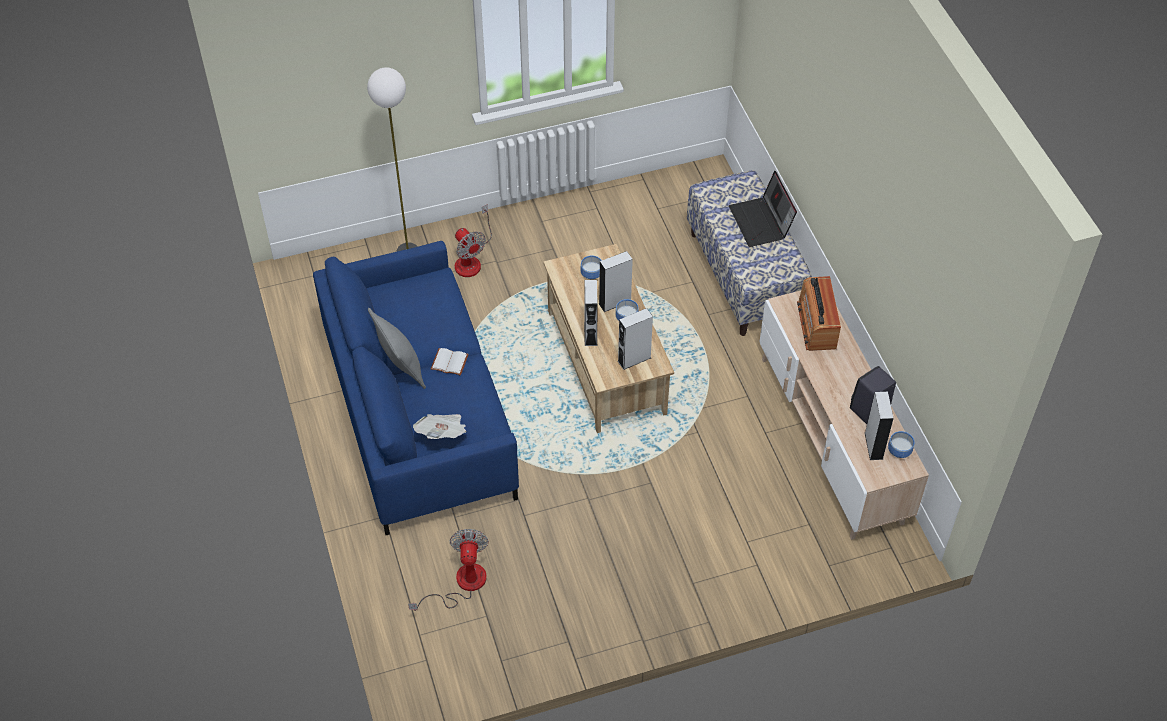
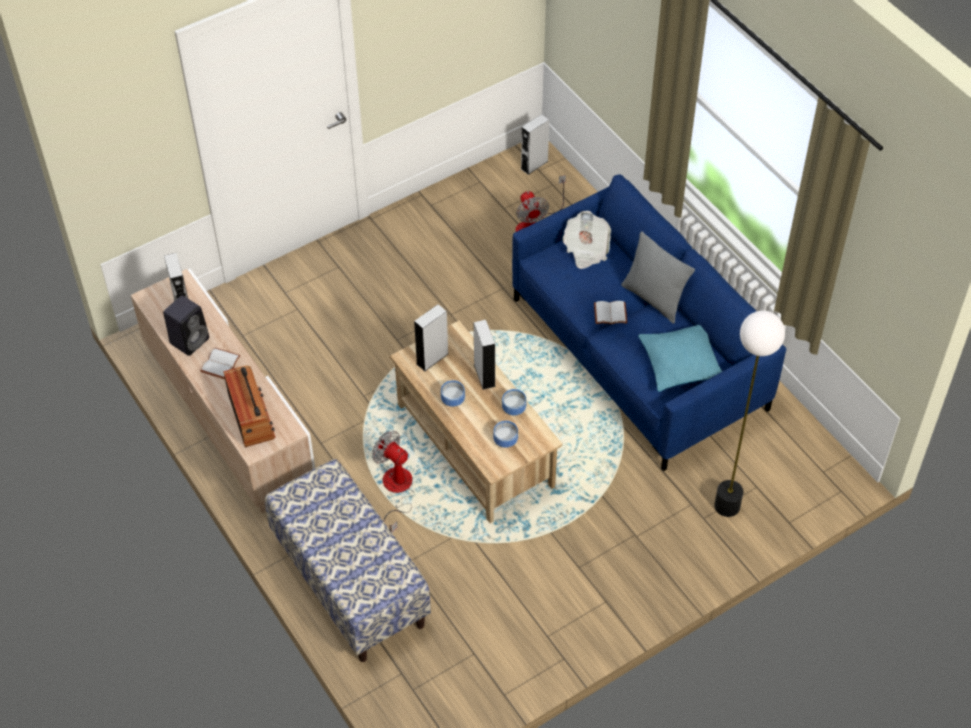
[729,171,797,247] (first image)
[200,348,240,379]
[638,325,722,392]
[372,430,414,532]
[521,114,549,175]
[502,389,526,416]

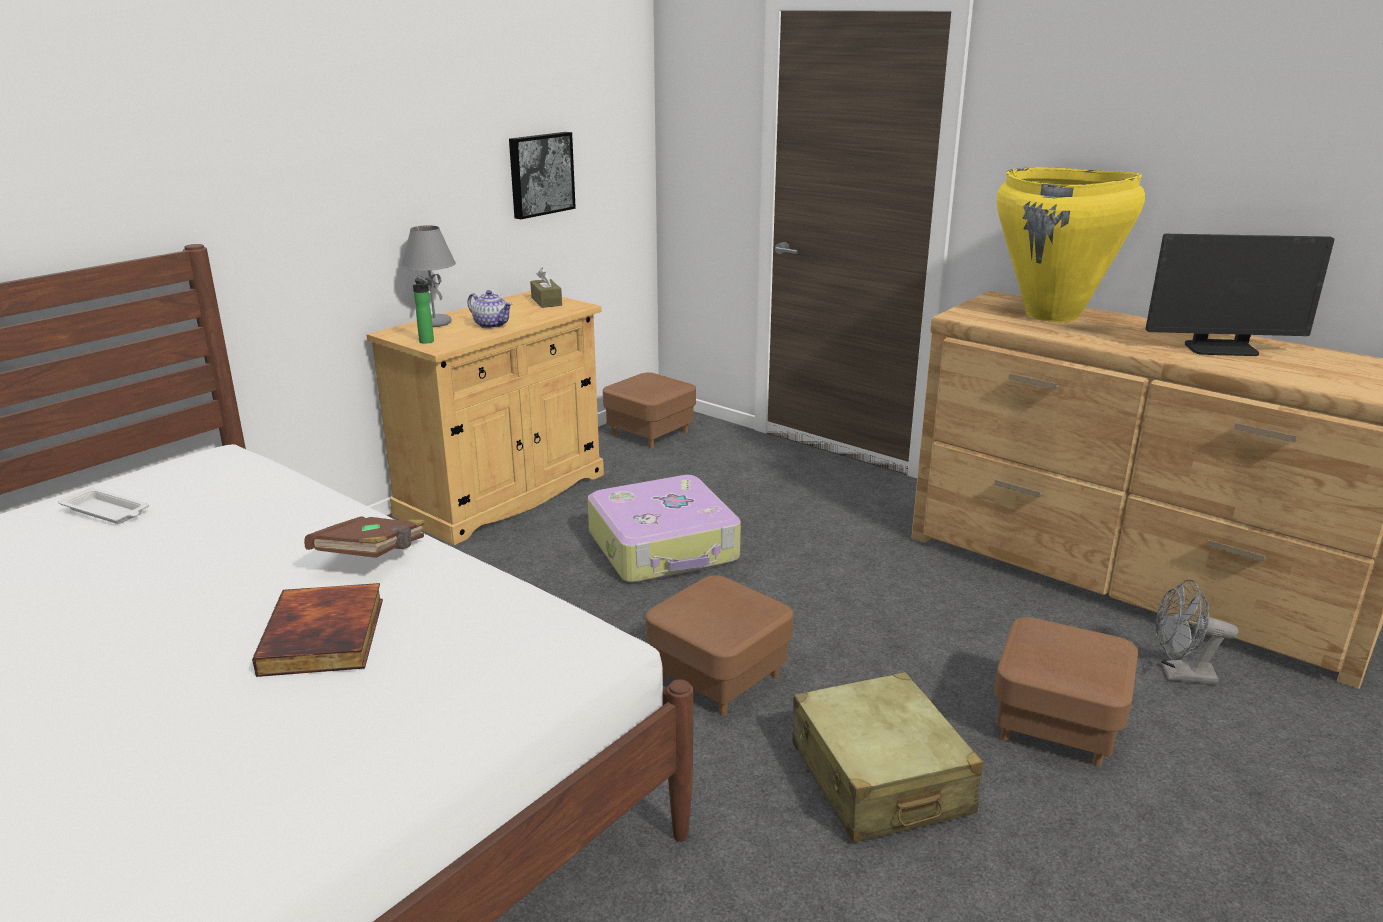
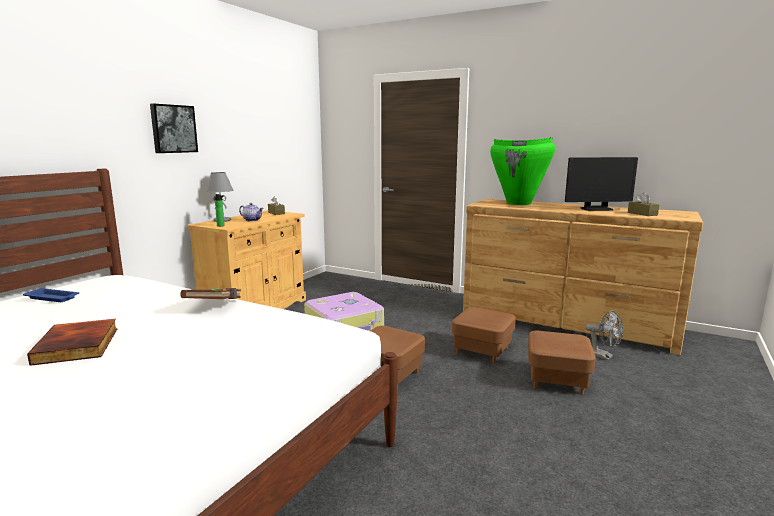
[793,672,983,842] (first image)
[628,193,659,216]
[27,319,117,366]
[150,103,198,153]
[452,307,516,363]
[23,288,79,302]
[490,137,555,205]
[585,310,623,360]

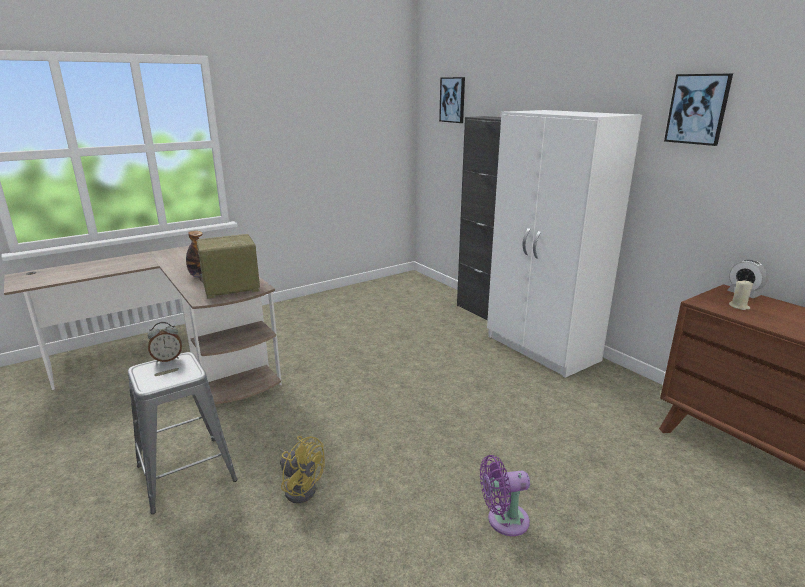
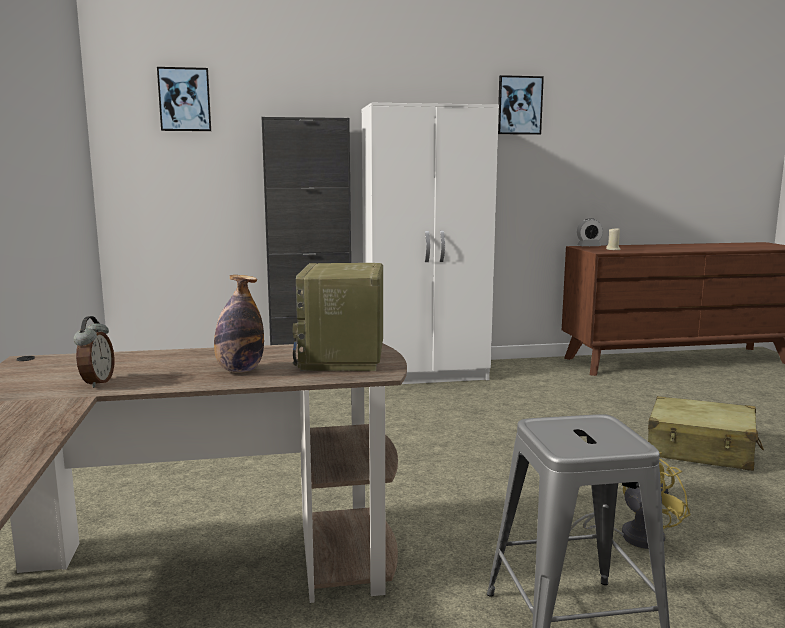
[74,316,115,388]
[648,396,764,471]

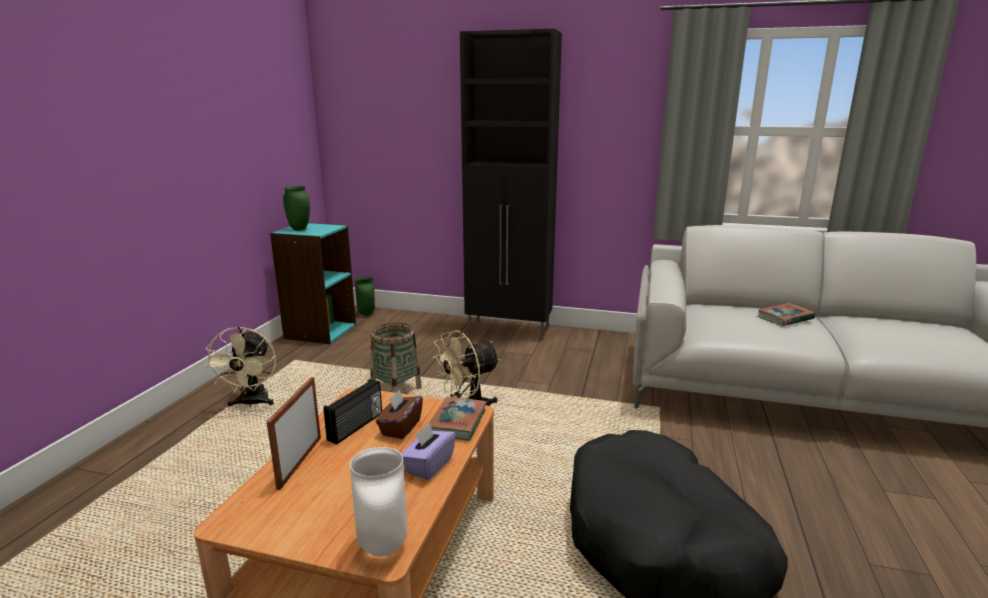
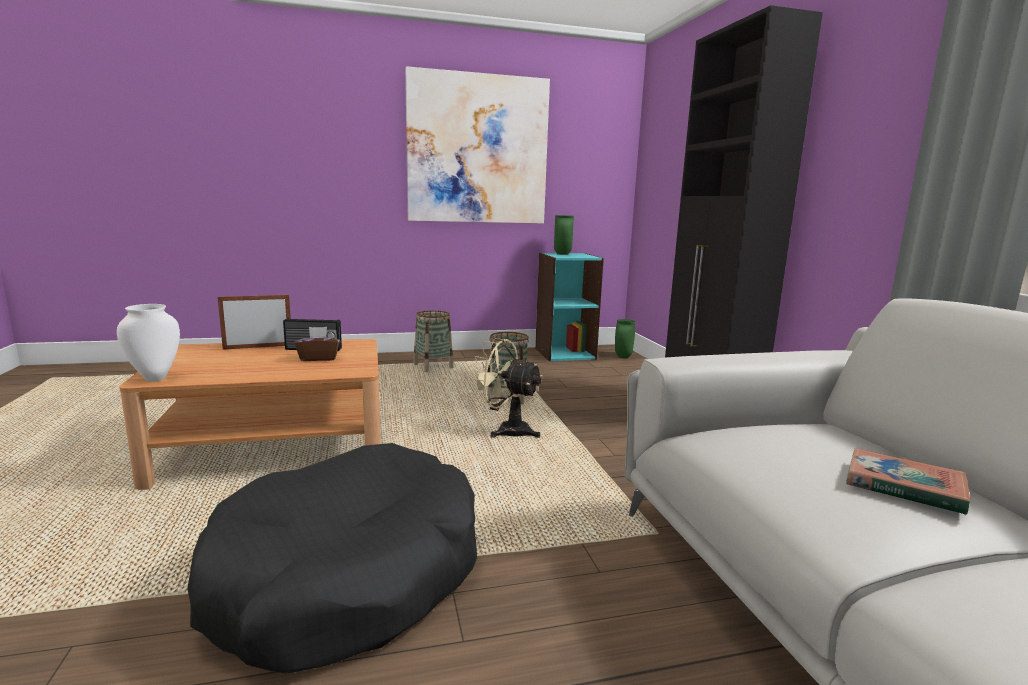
[401,423,456,480] (first image)
[430,397,487,441] (first image)
[405,66,550,224]
[414,310,453,372]

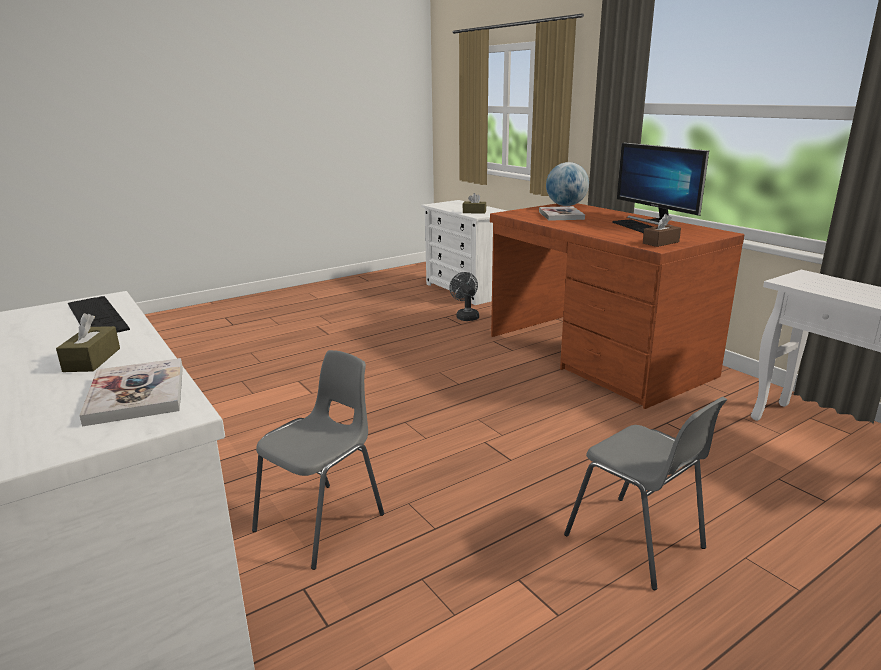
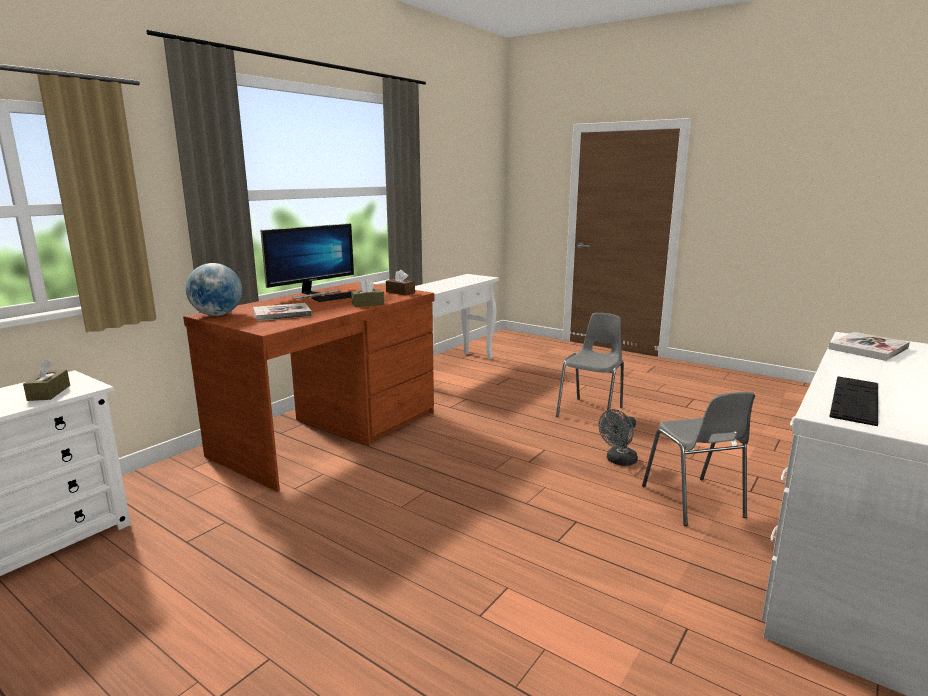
[351,279,384,307]
[599,409,638,466]
[642,392,755,526]

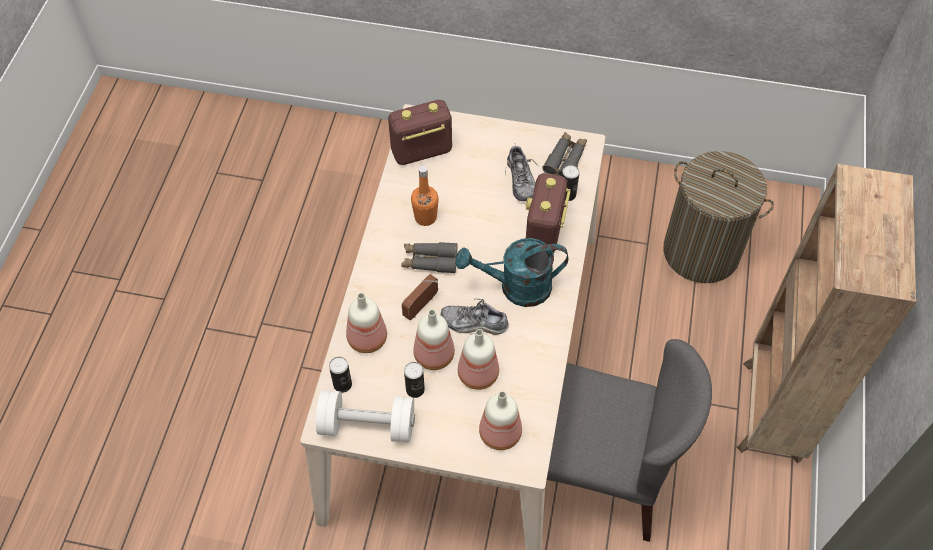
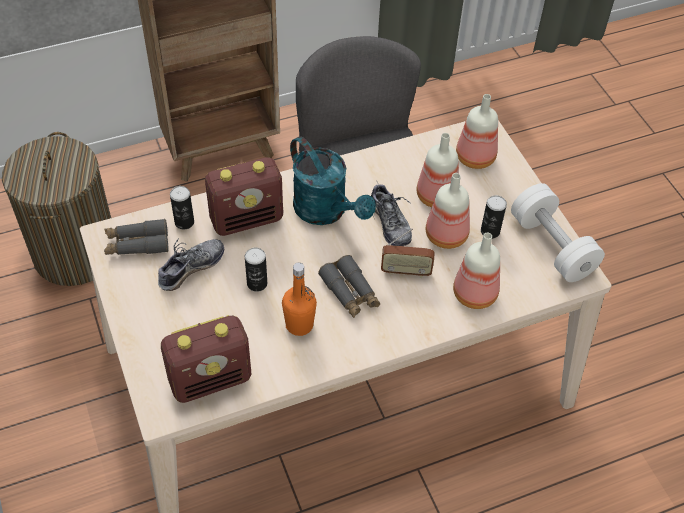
[245,247,267,292]
[161,315,251,403]

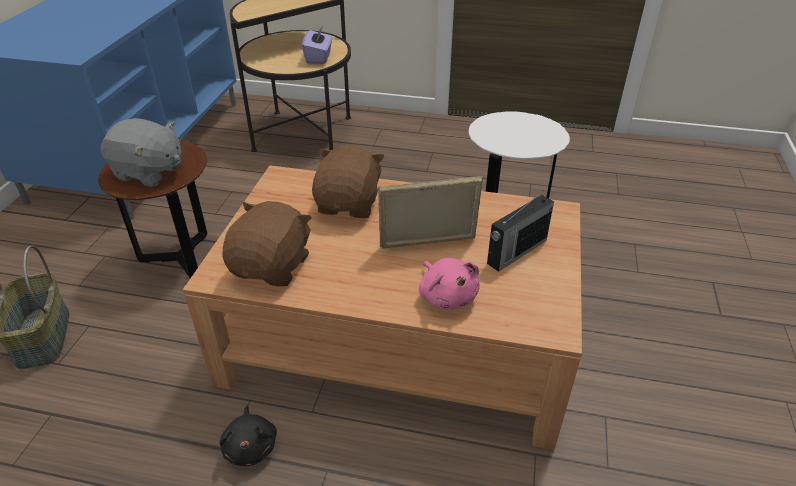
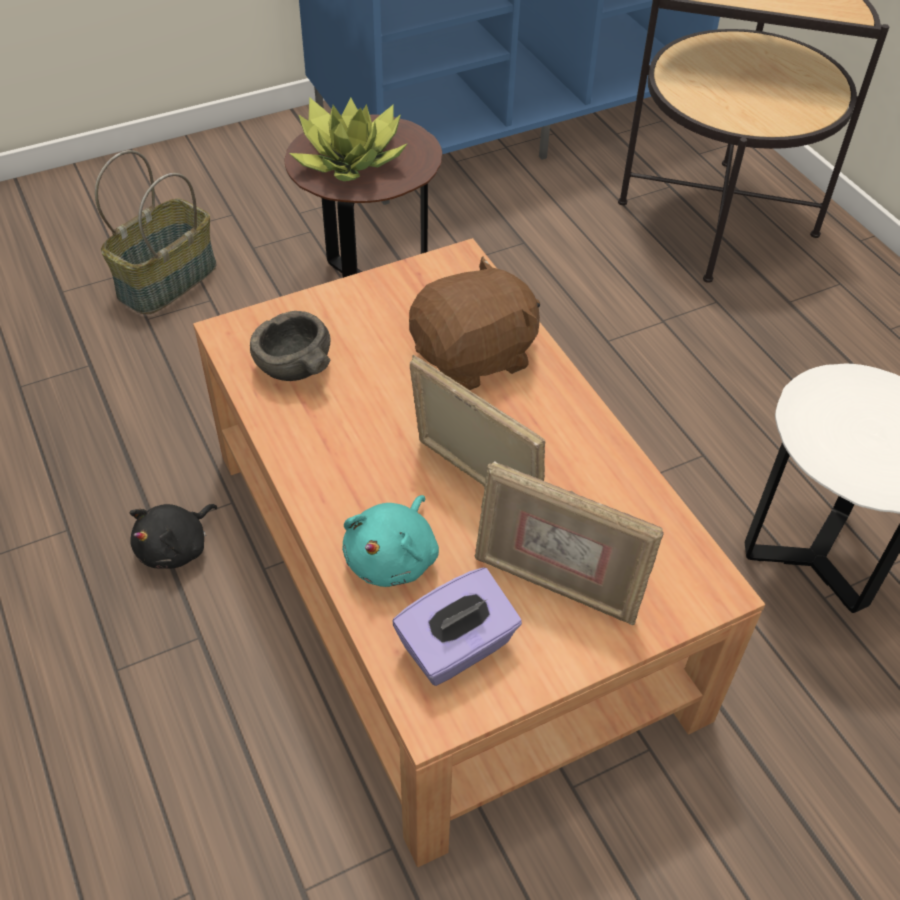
[393,567,522,686]
[289,97,408,181]
[250,311,330,381]
[475,461,664,625]
[342,495,439,587]

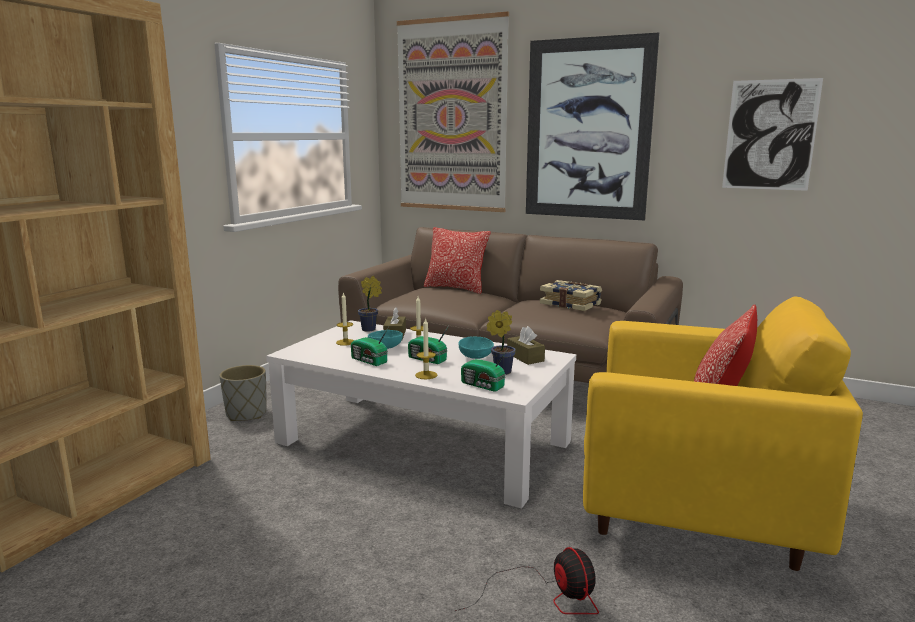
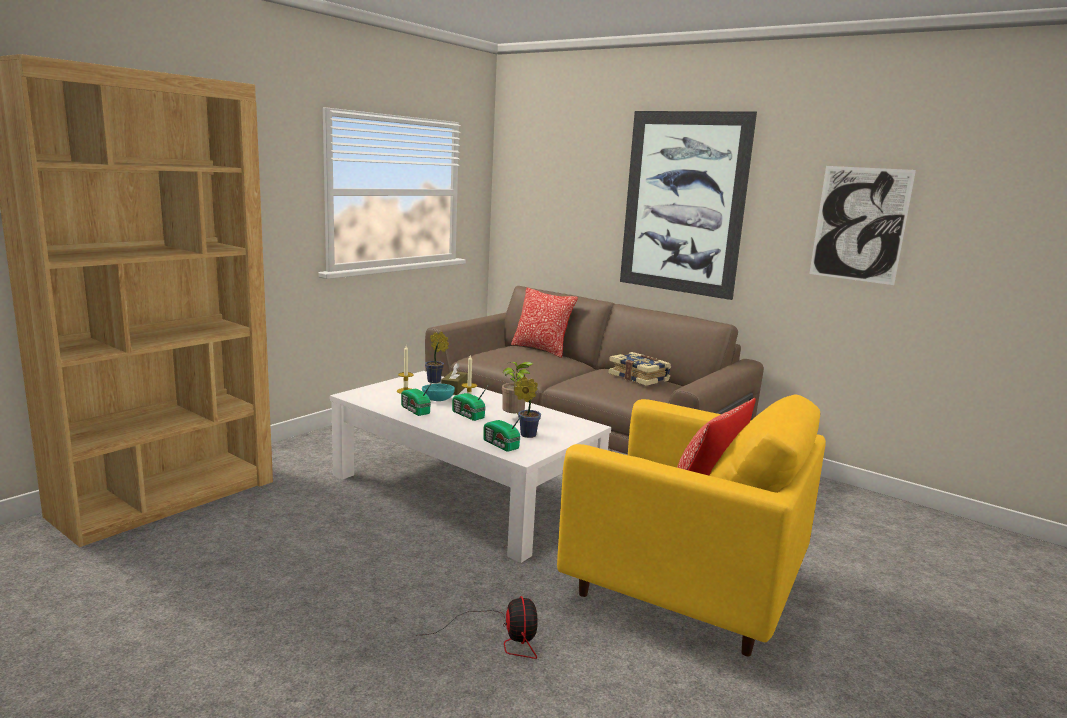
[220,365,267,421] (first image)
[397,11,509,212] (first image)
[415,318,437,379] (first image)
[507,326,545,365] (first image)
[502,362,533,415]

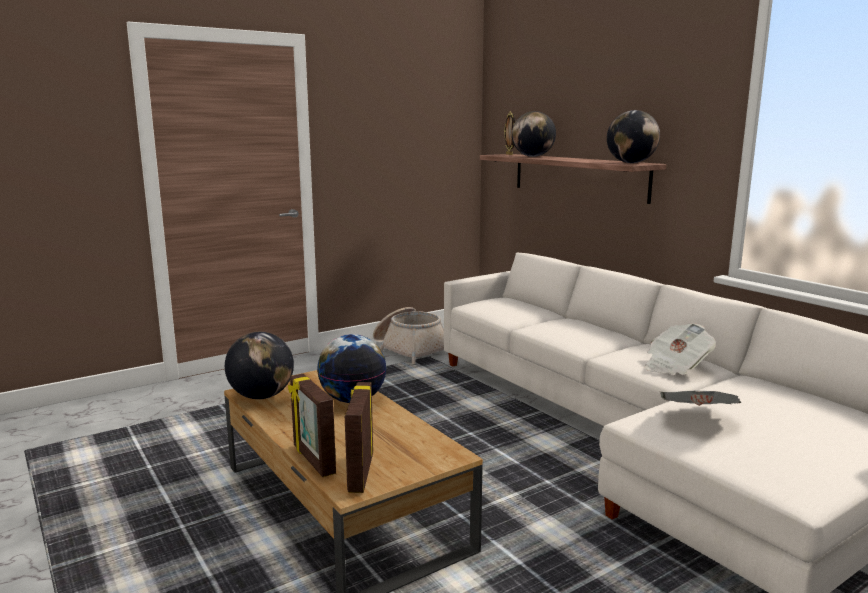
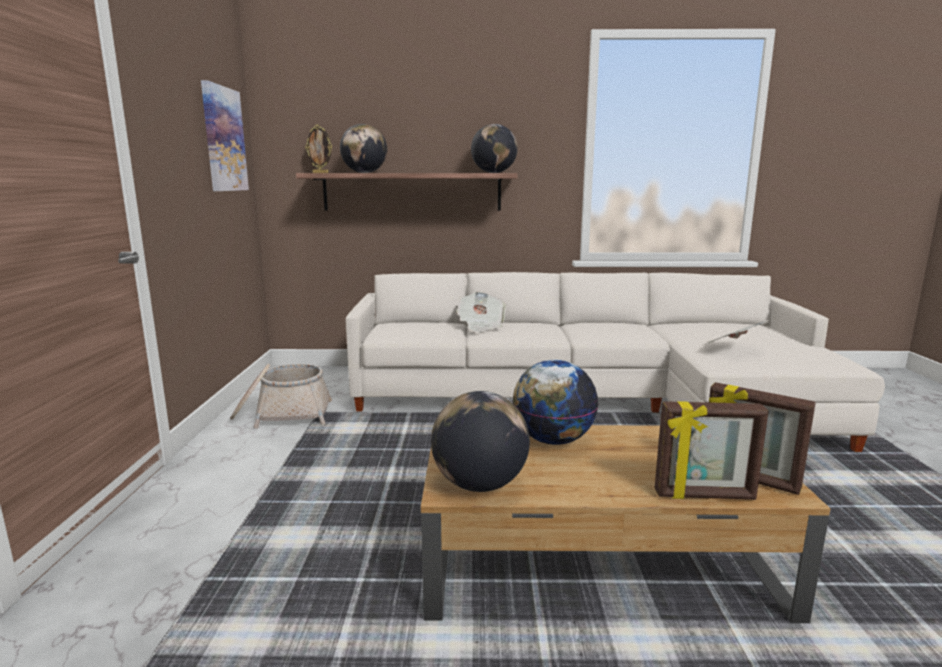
[201,80,249,191]
[456,292,506,333]

